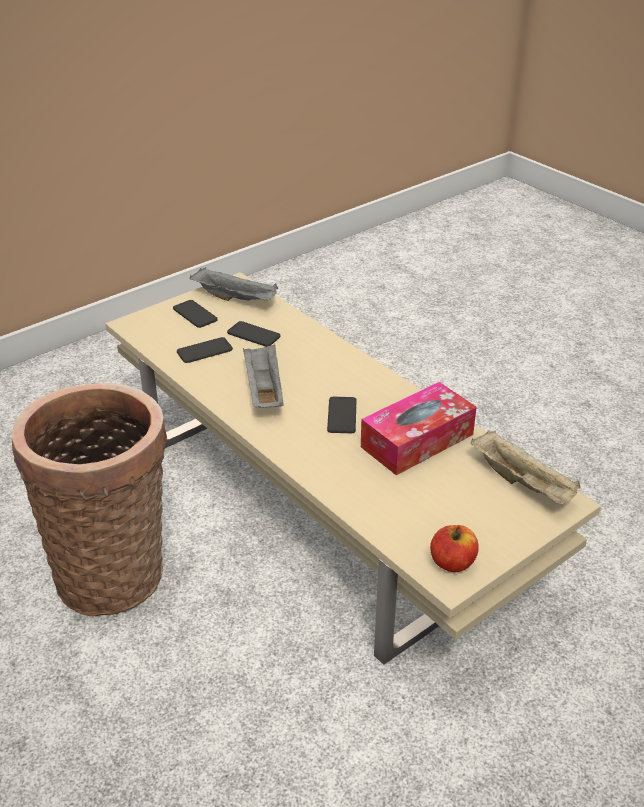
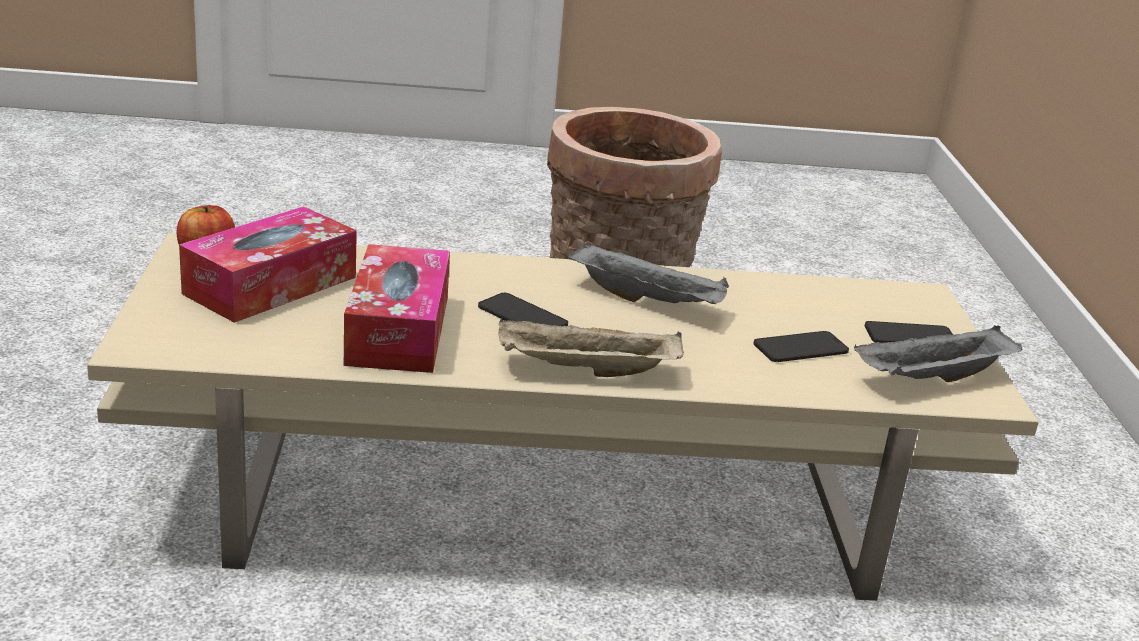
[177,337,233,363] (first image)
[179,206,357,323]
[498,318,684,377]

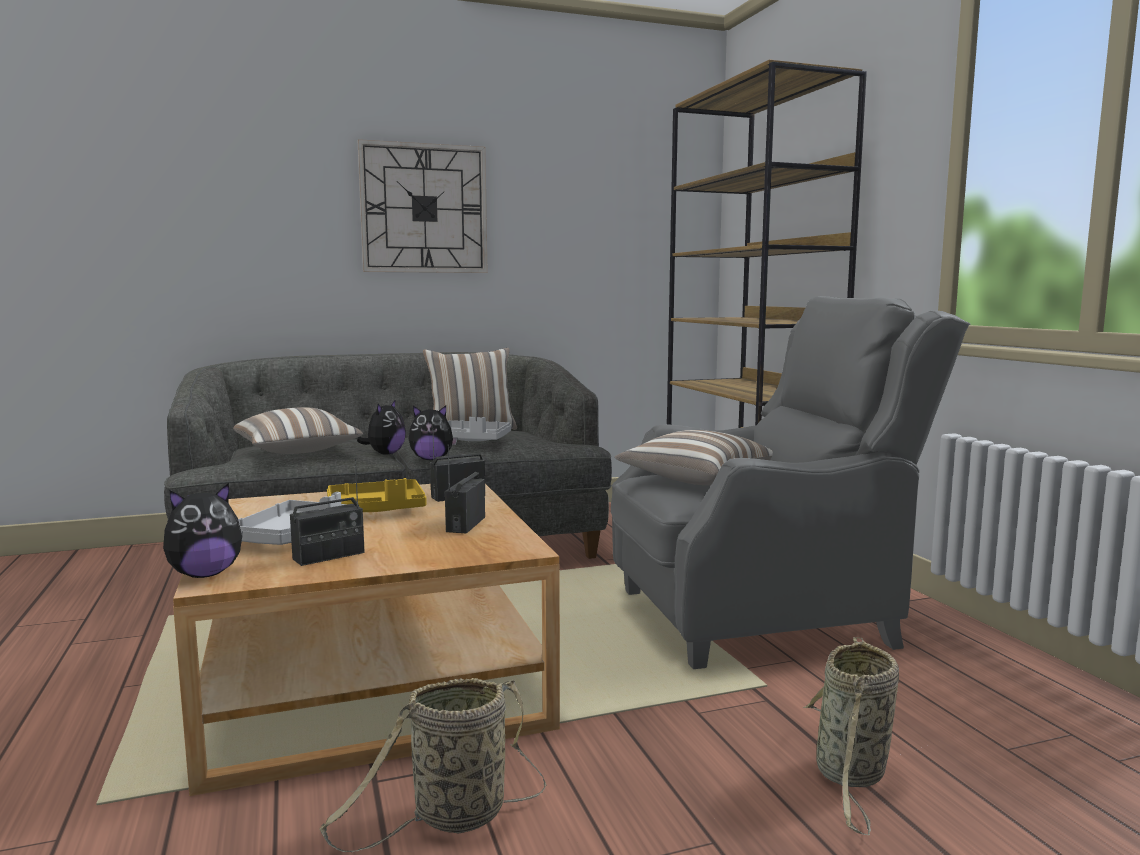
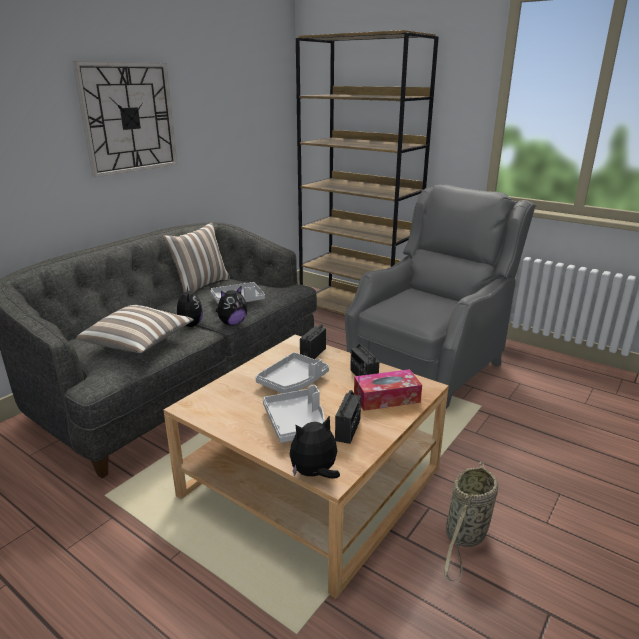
[615,430,773,485] (first image)
[803,637,899,835] (first image)
[354,369,422,411]
[256,352,329,393]
[290,415,340,479]

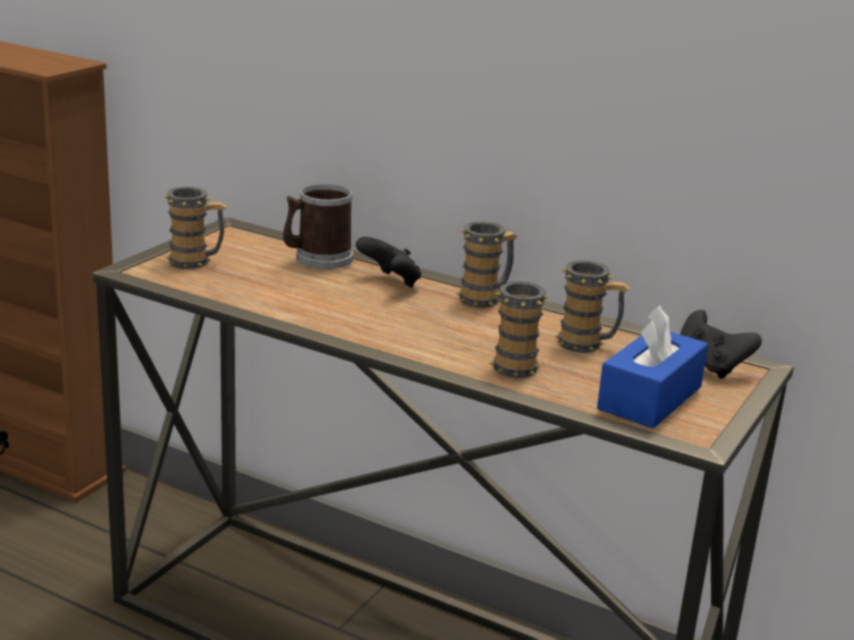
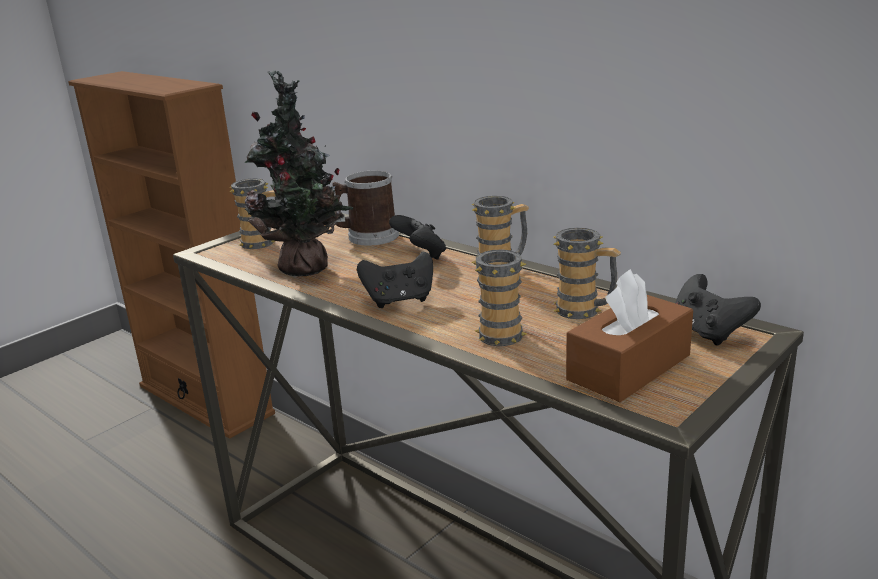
[244,70,354,277]
[357,251,433,308]
[566,269,693,402]

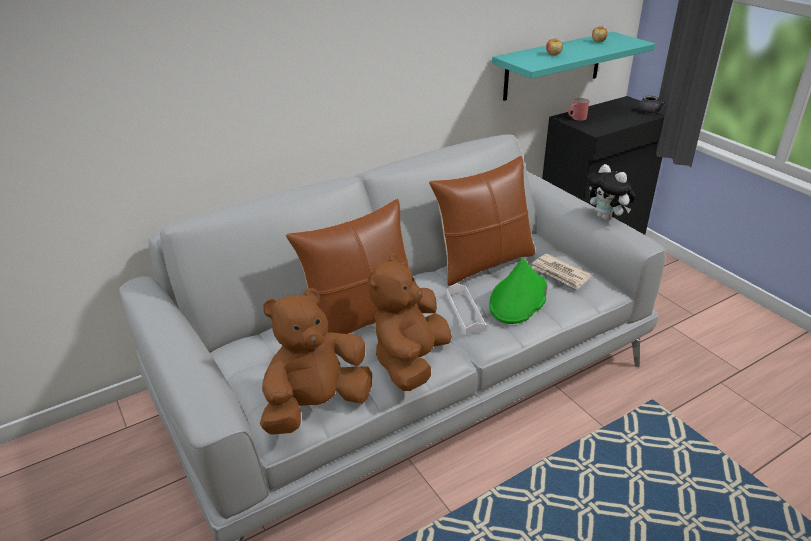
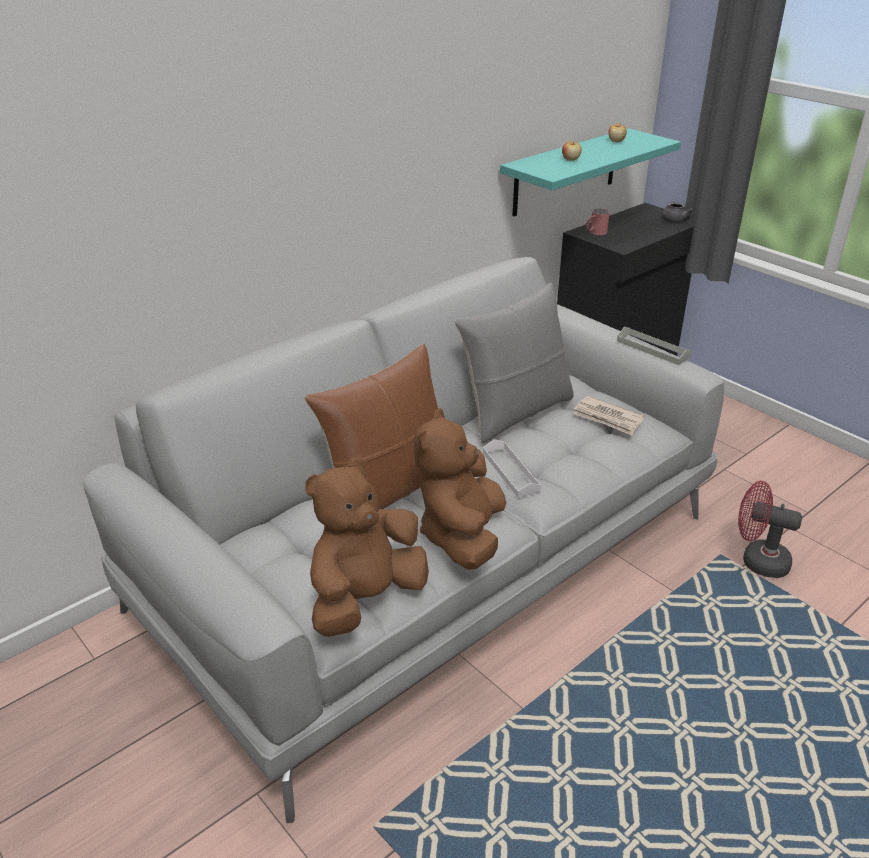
[489,258,547,324] (first image)
[738,481,802,578]
[617,327,692,365]
[454,282,574,444]

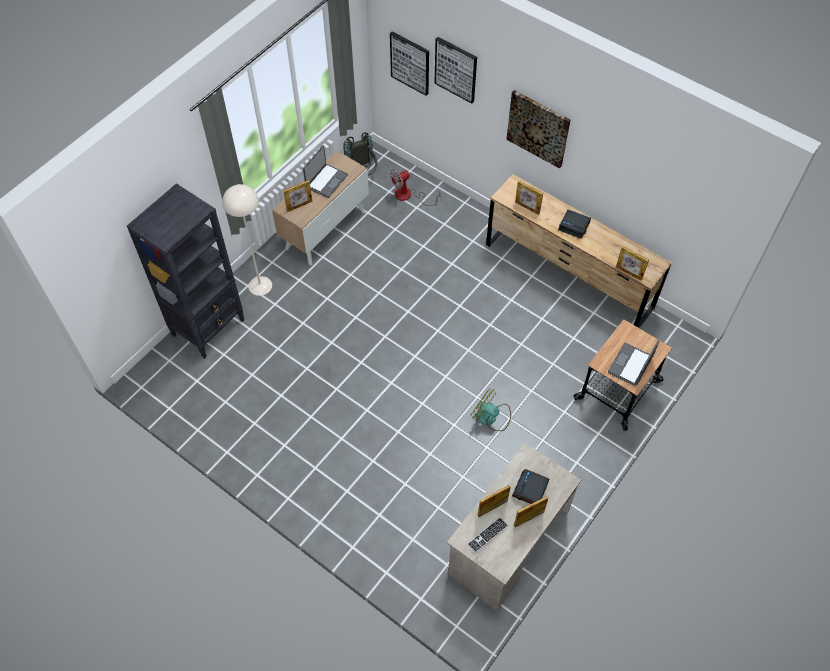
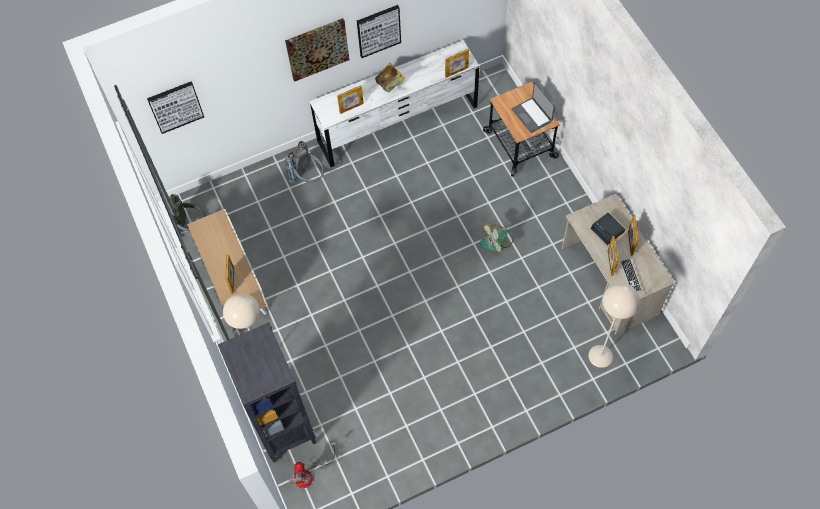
[303,145,348,198] (first image)
[285,141,324,183]
[588,283,640,368]
[288,442,336,488]
[357,5,401,58]
[375,62,405,92]
[310,40,479,167]

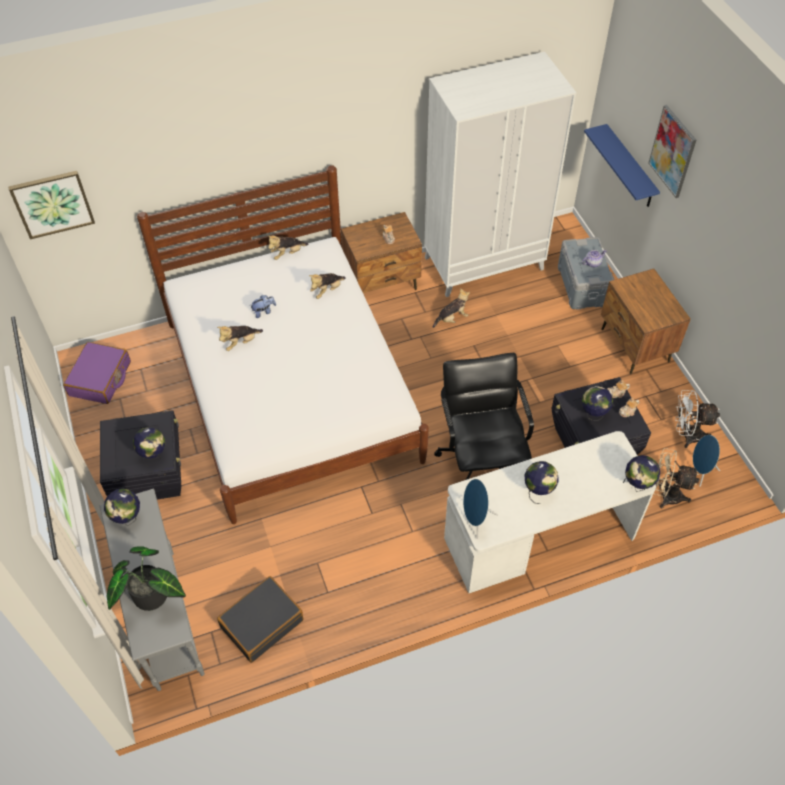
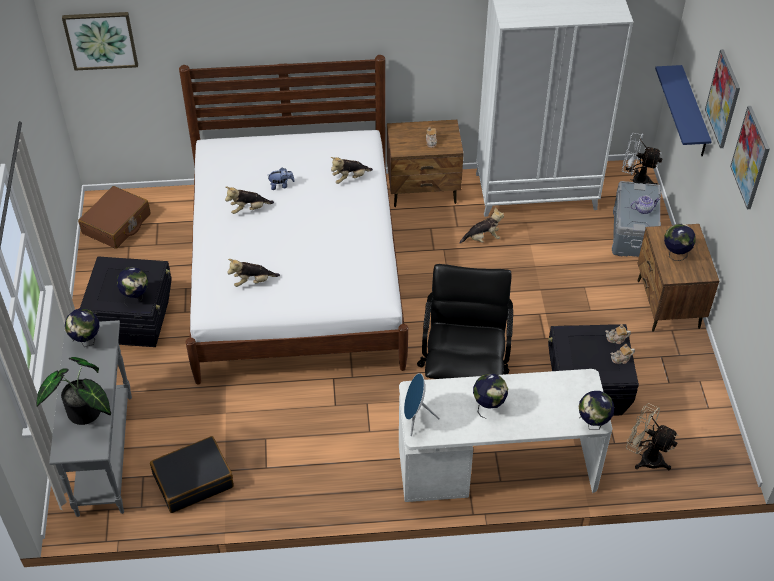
[692,435,720,487] (first image)
[730,106,770,209]
[227,259,280,287]
[664,224,695,261]
[622,133,663,185]
[78,186,151,249]

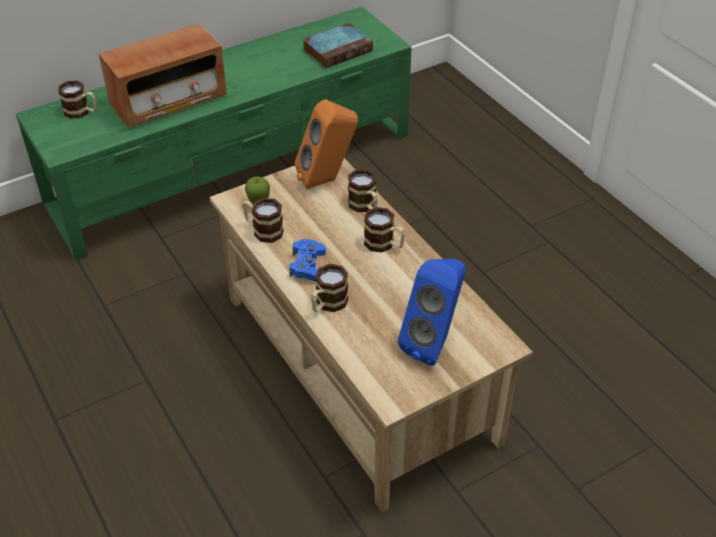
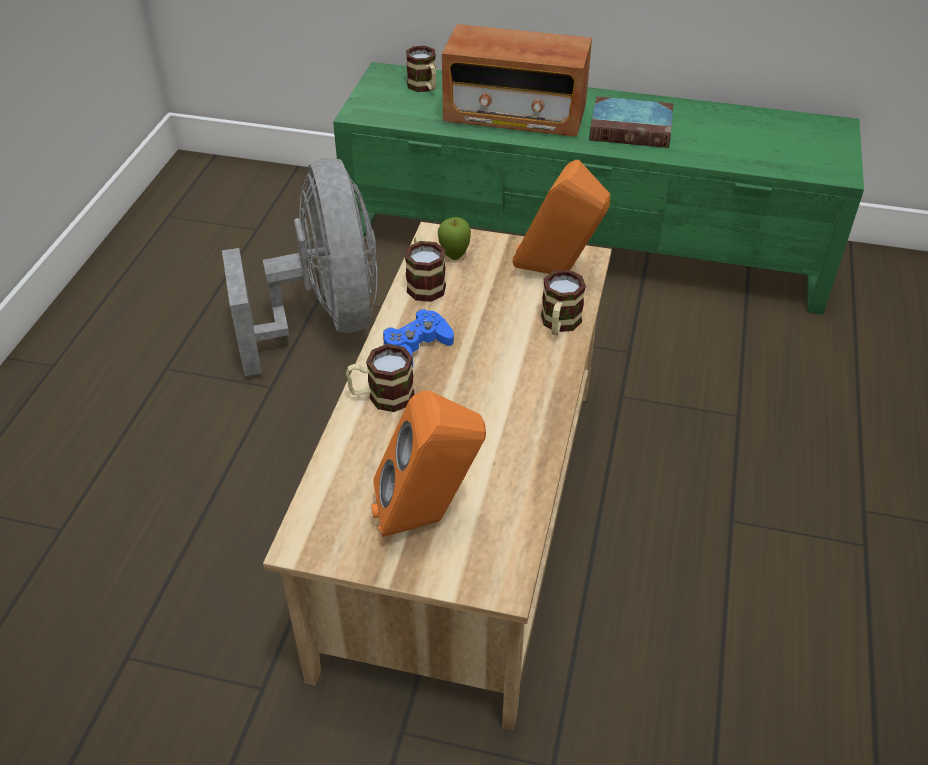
[364,207,405,253] (first image)
[222,158,377,376]
[589,96,673,148]
[372,390,486,537]

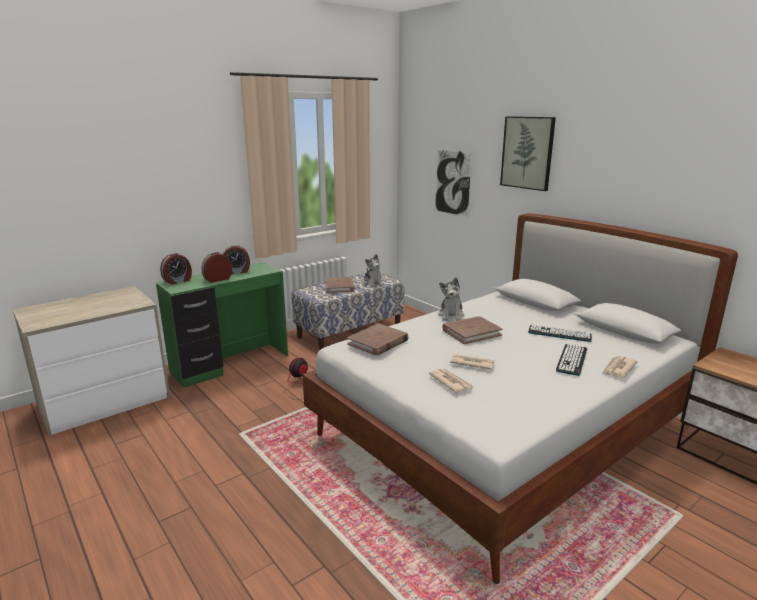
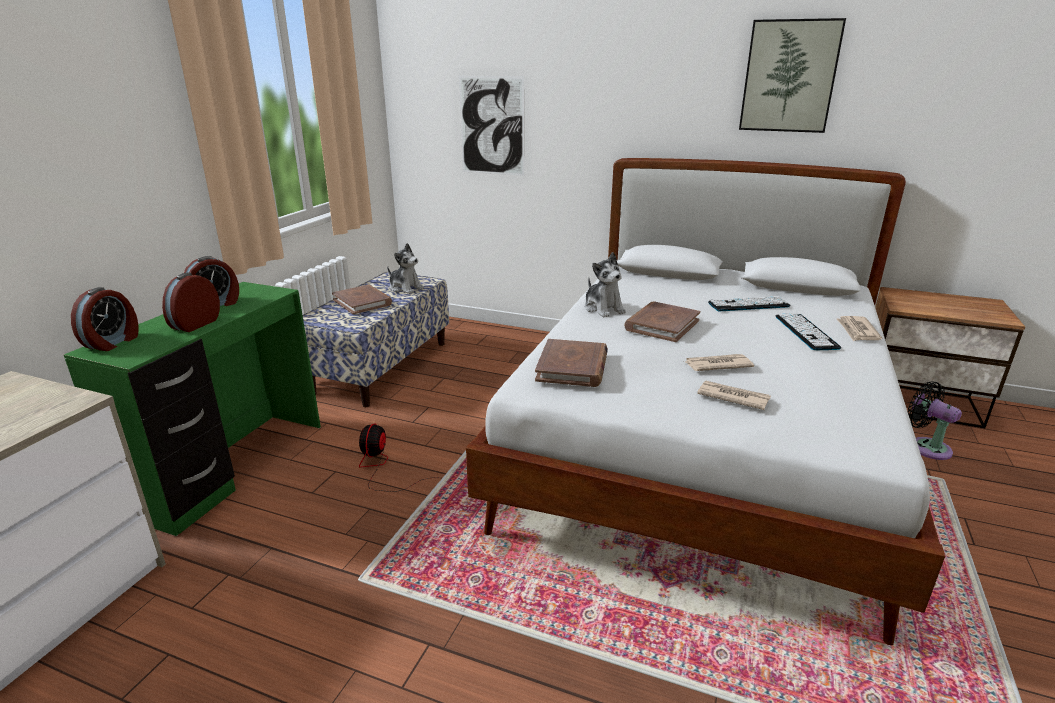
[908,381,962,460]
[739,18,846,133]

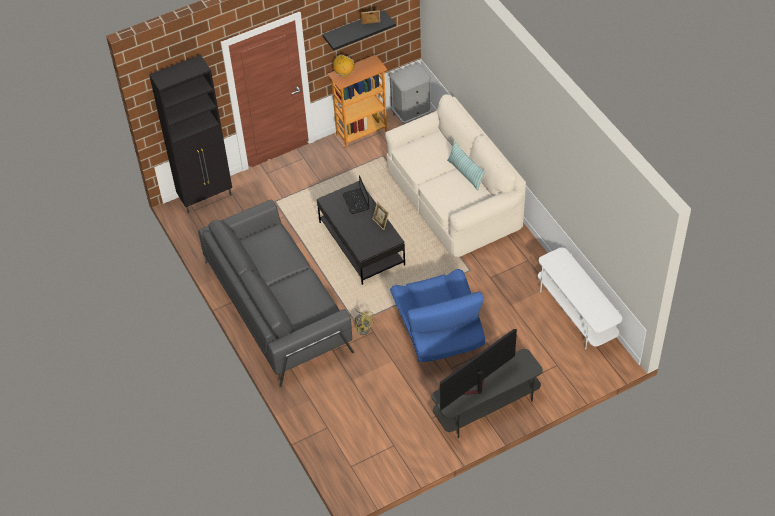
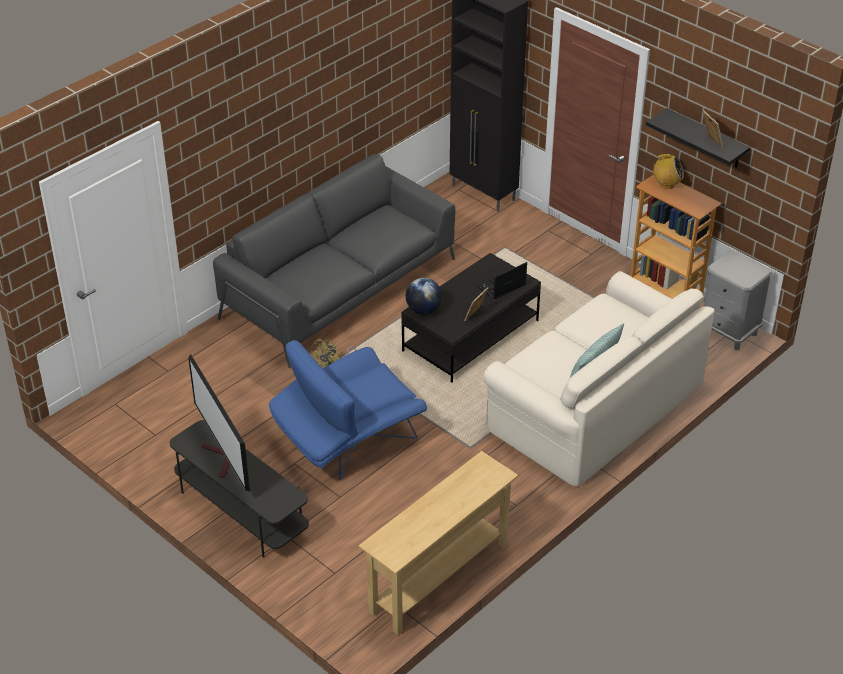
[406,278,442,314]
[359,451,518,635]
[188,354,250,491]

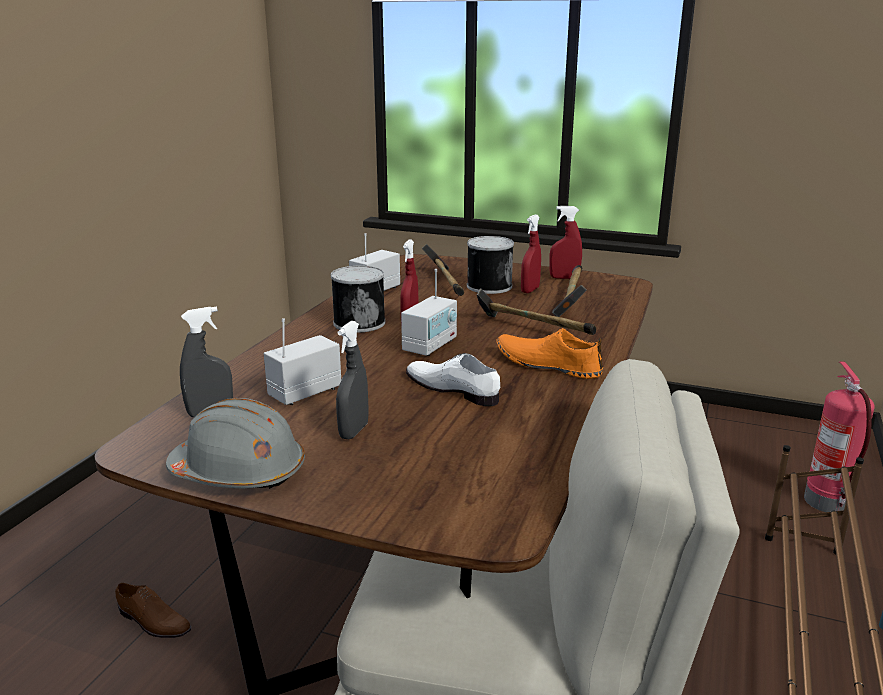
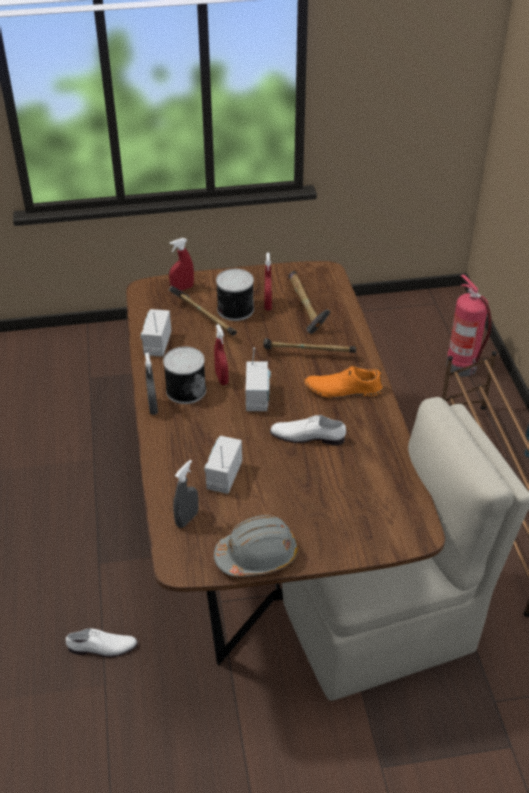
[145,352,158,415]
[169,238,194,291]
[65,628,138,657]

